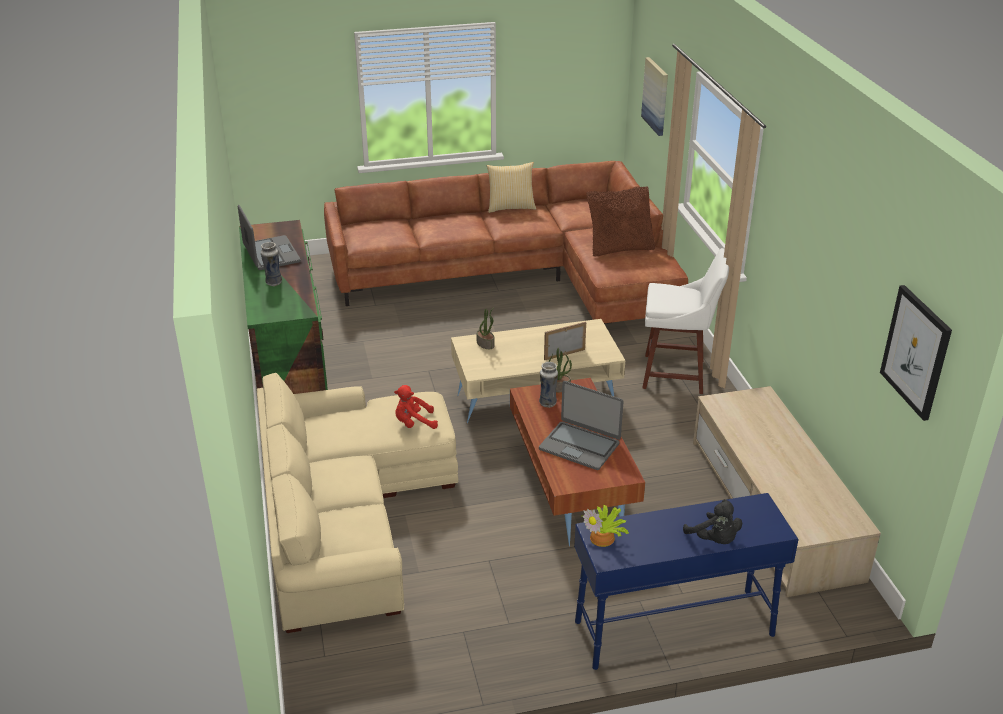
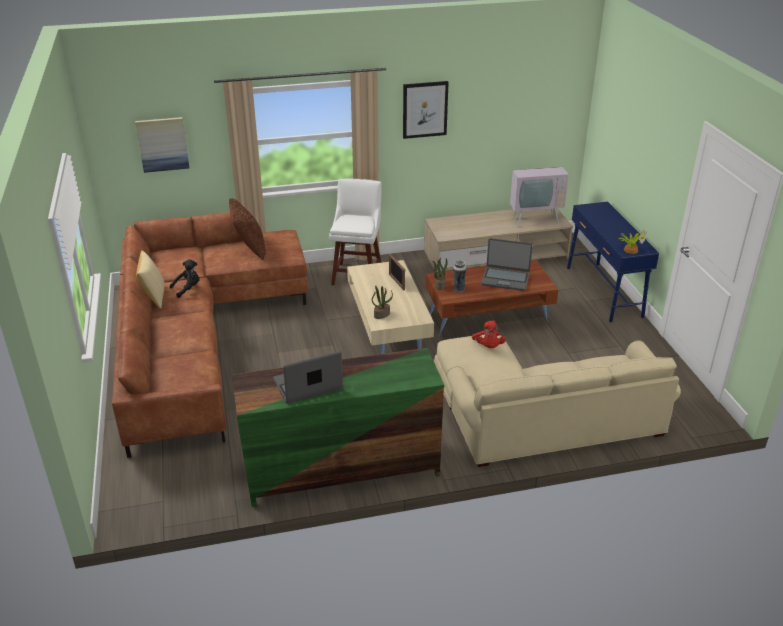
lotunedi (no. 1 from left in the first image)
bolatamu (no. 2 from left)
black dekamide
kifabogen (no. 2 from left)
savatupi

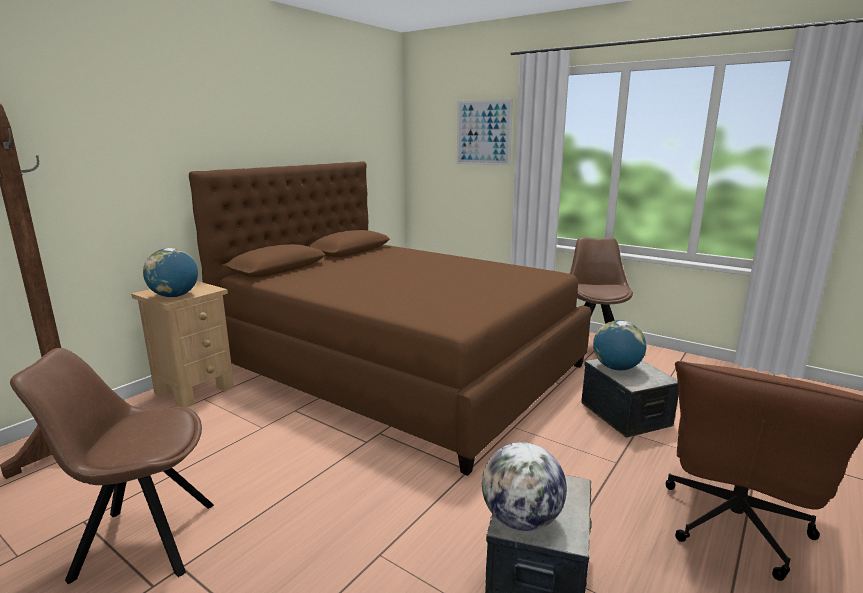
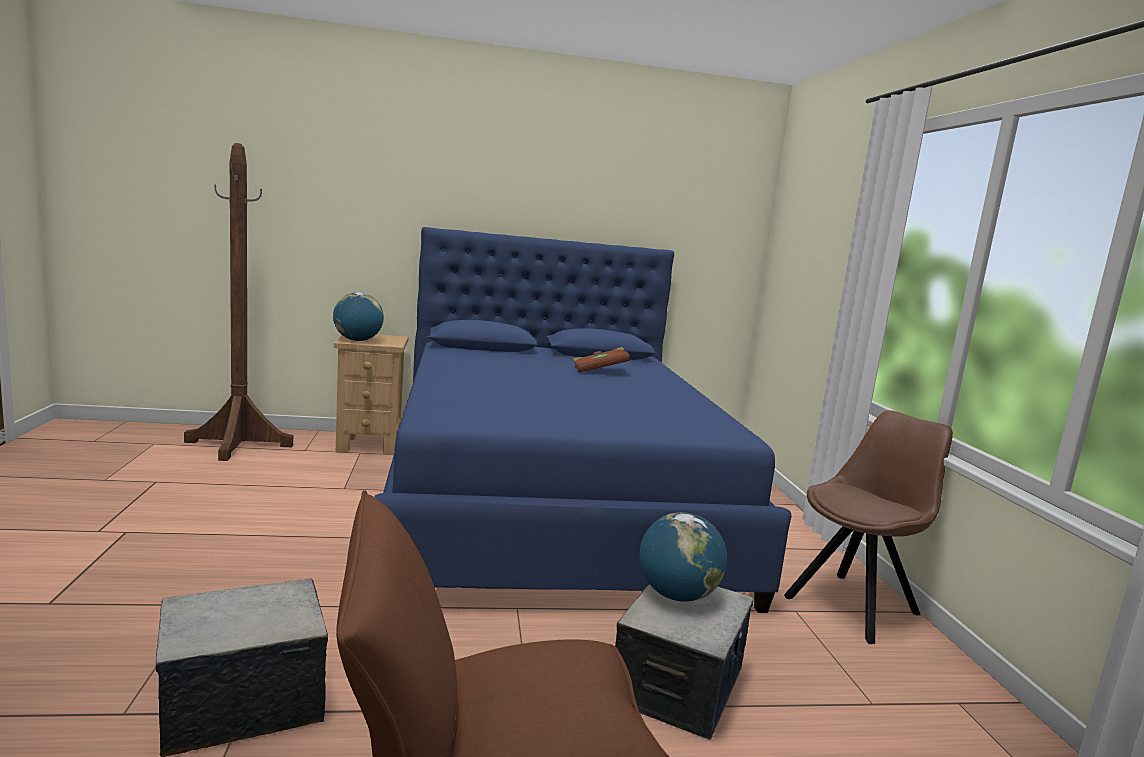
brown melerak (no. 1 from left in the first image)
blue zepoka
kifabogen
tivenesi (no. 2 from left in the first image)
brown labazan

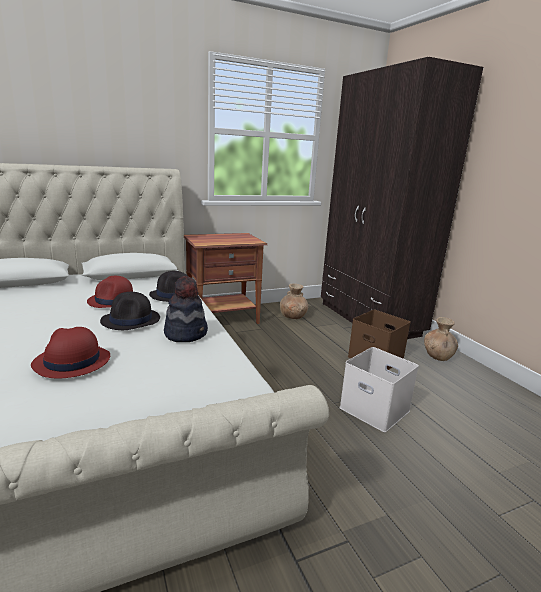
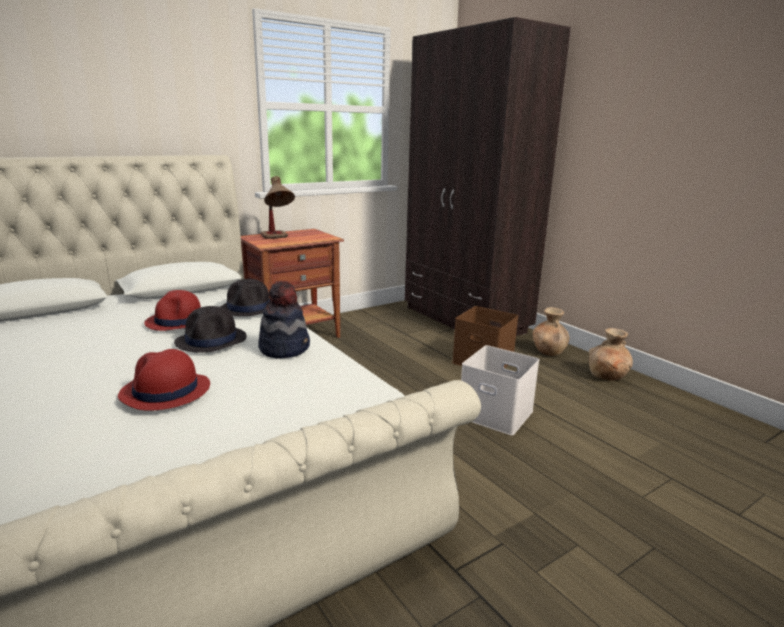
brown lotunedi (no. 2 from left)
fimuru

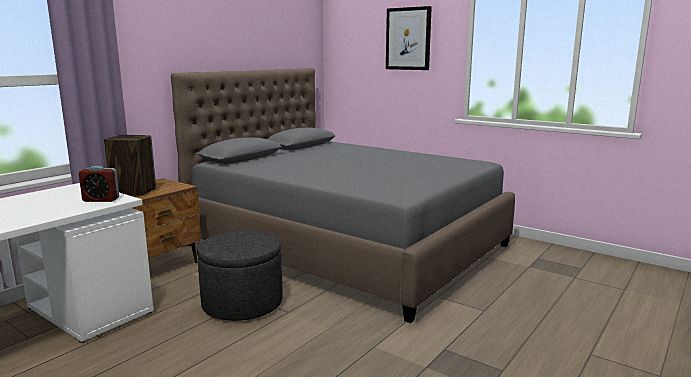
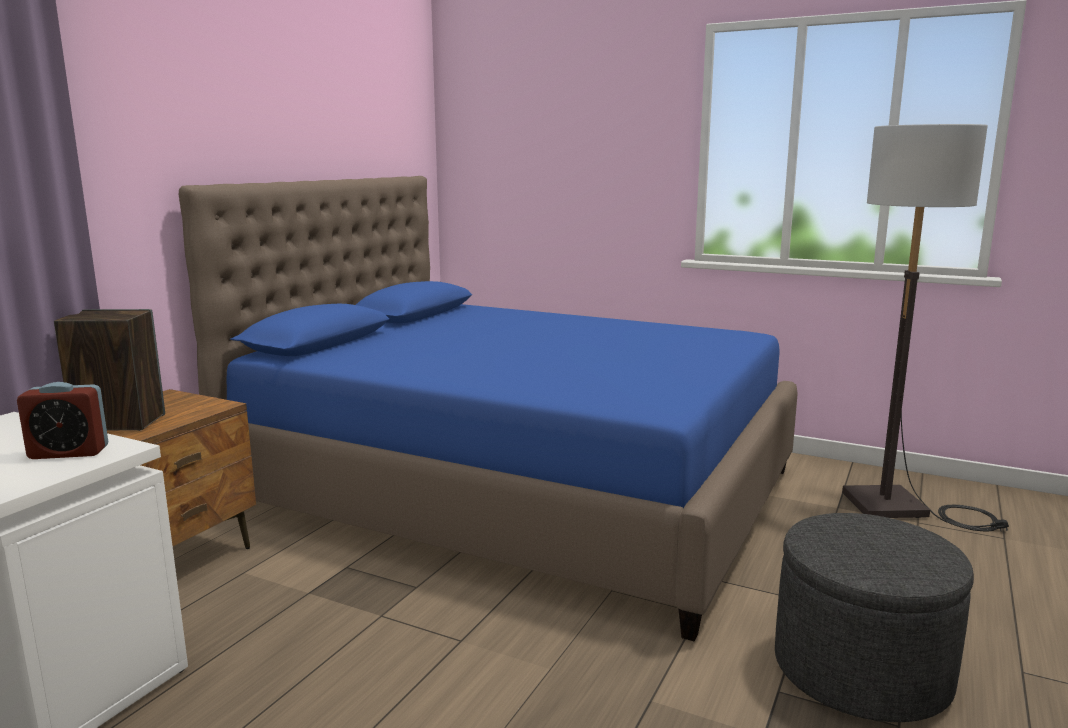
blue zepoka
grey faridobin
kifabogen
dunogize

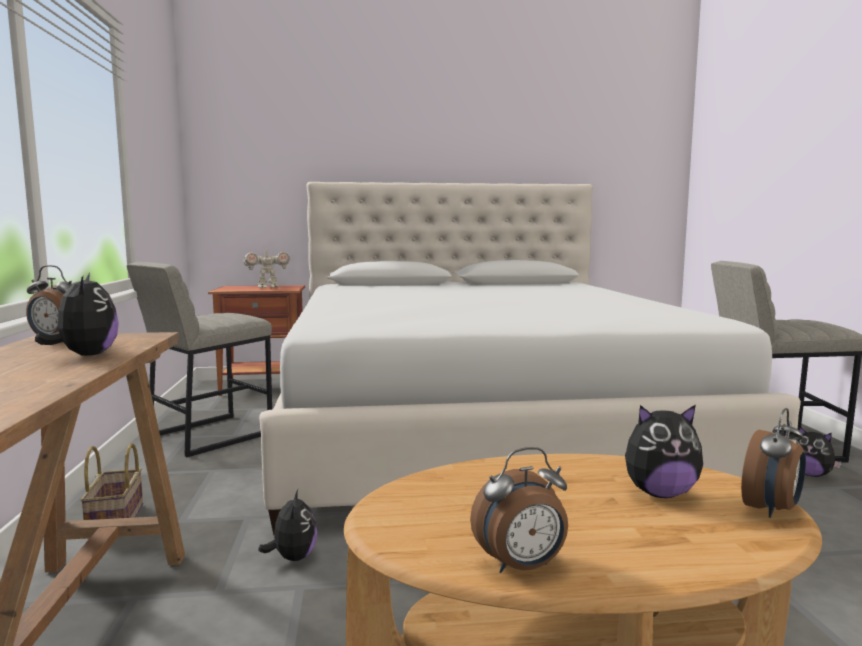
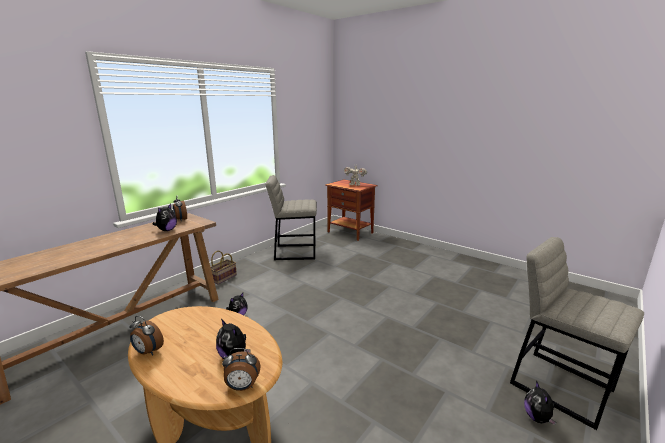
white zepoka

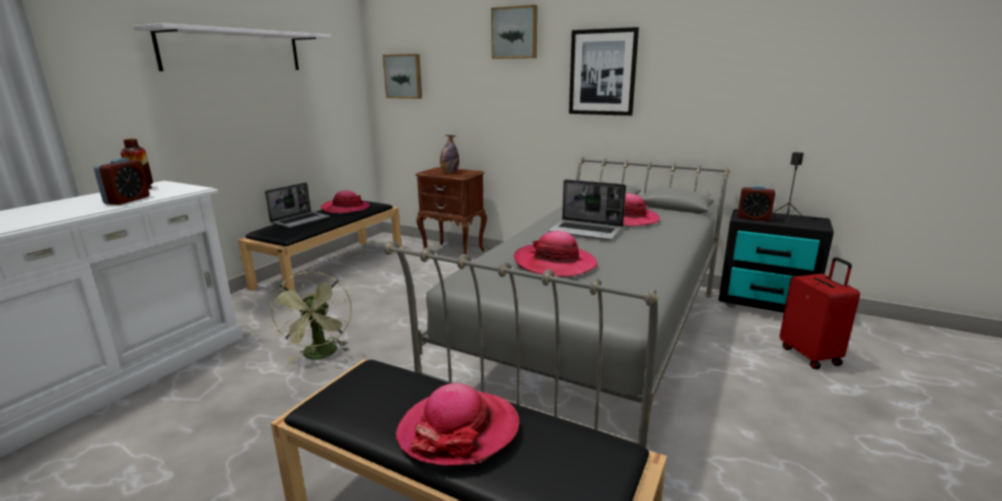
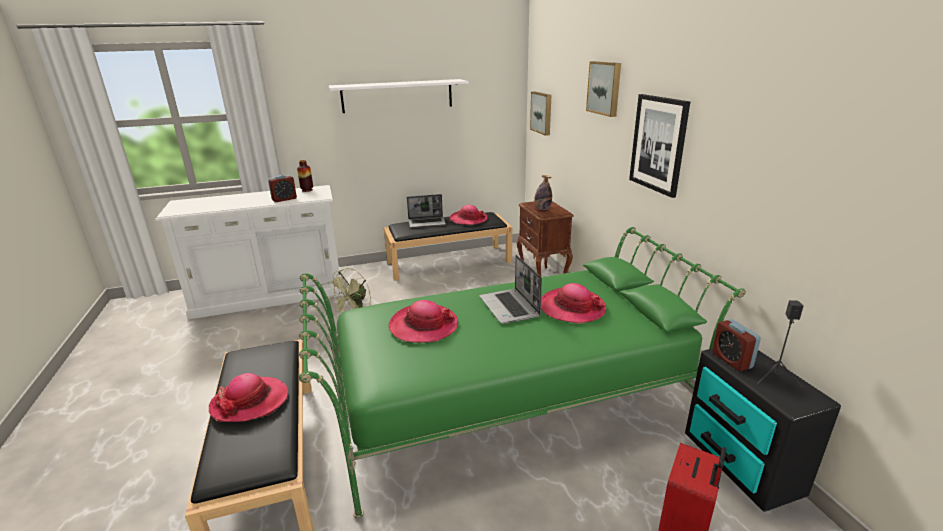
green zepoka

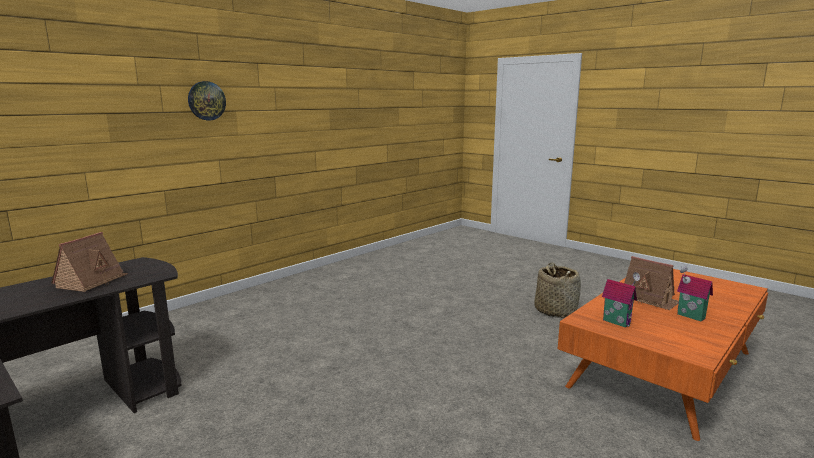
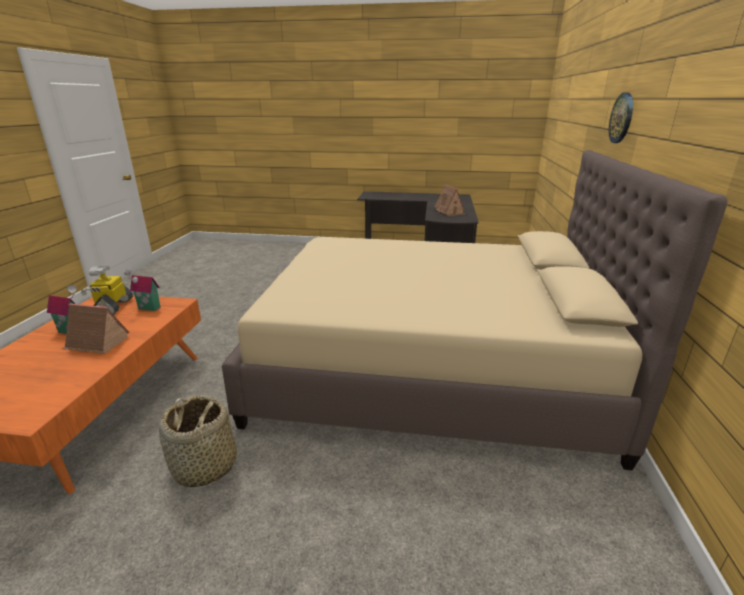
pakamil
beige zepoka

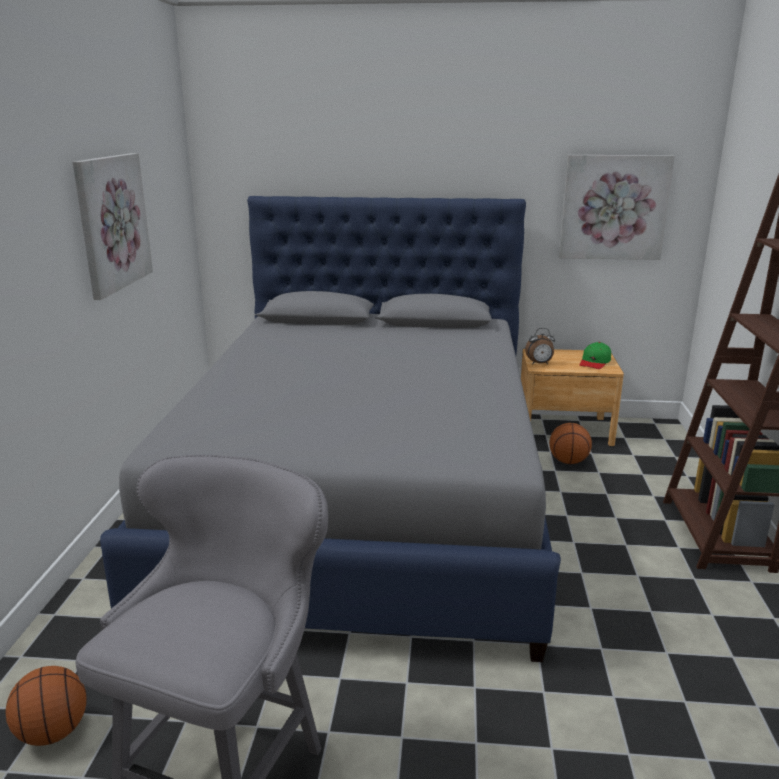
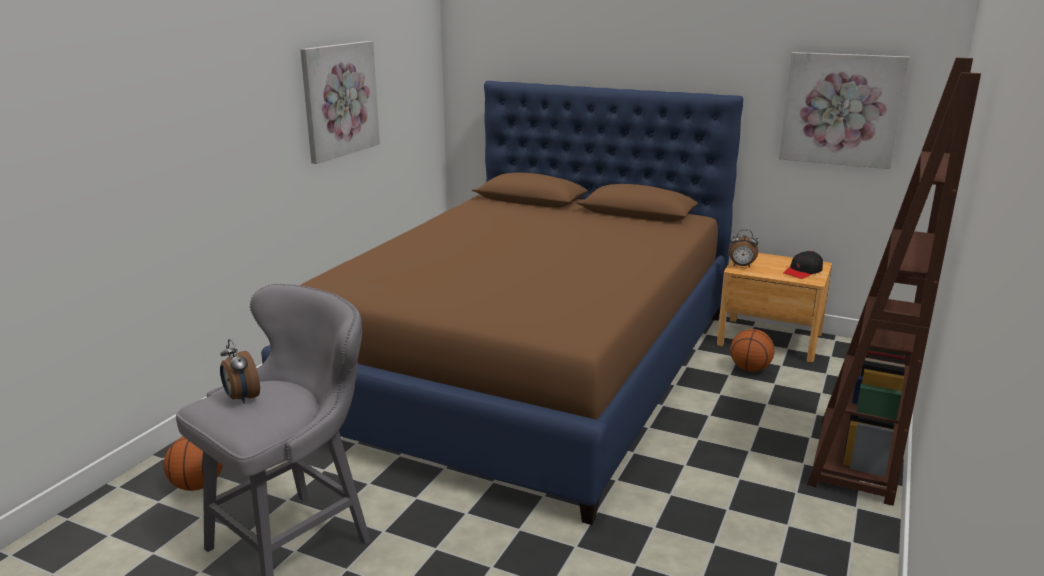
brown zepoka
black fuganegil
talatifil (no. 1 from left)

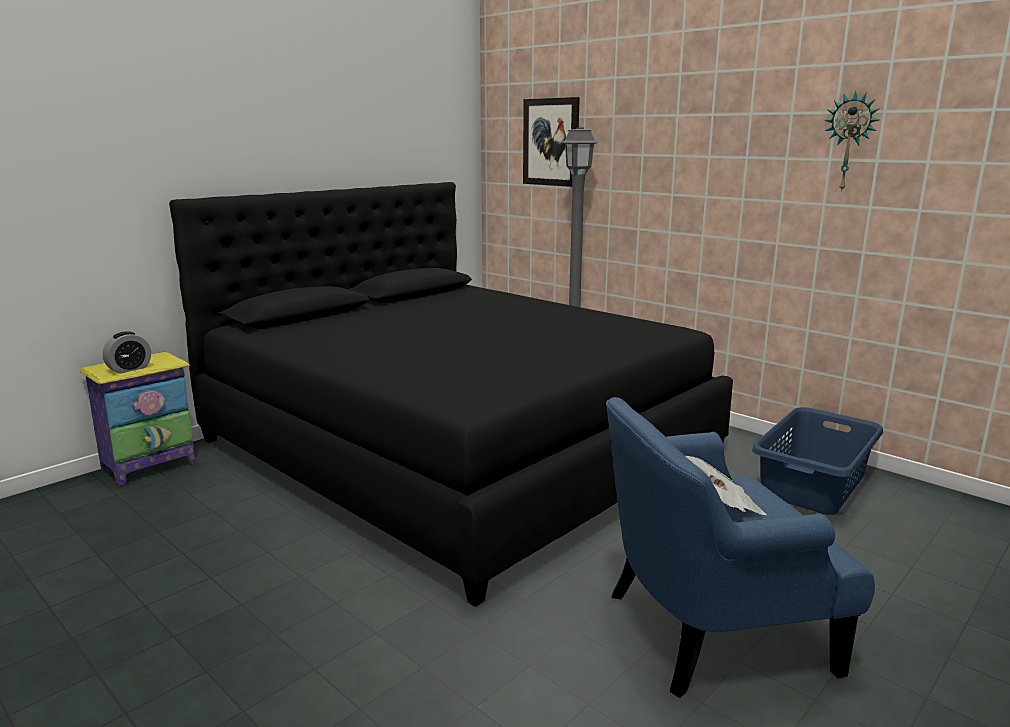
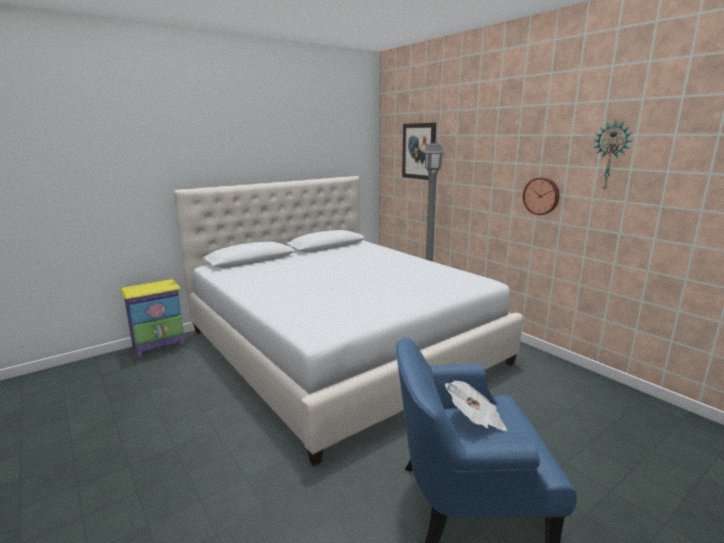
talatifil
white zepoka
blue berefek
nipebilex (no. 1 from left)

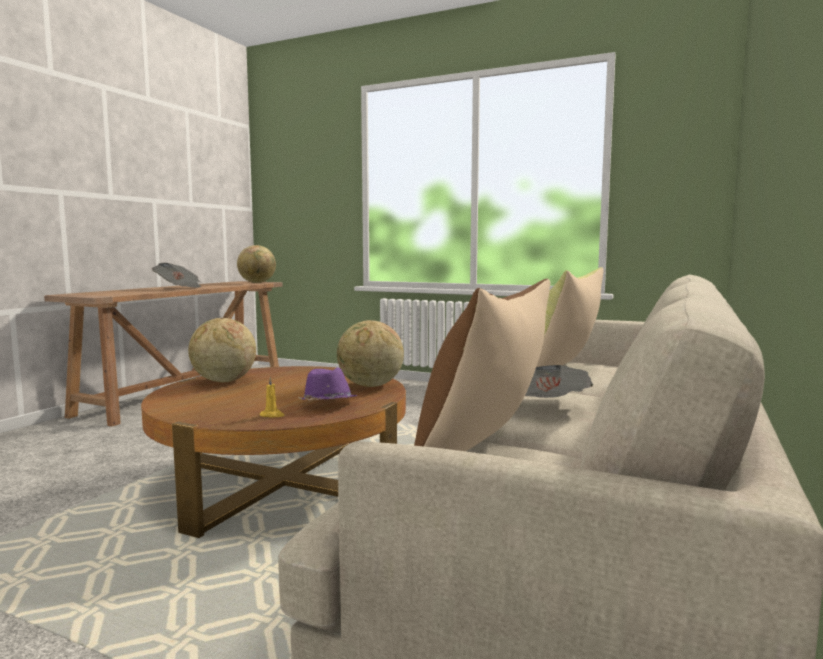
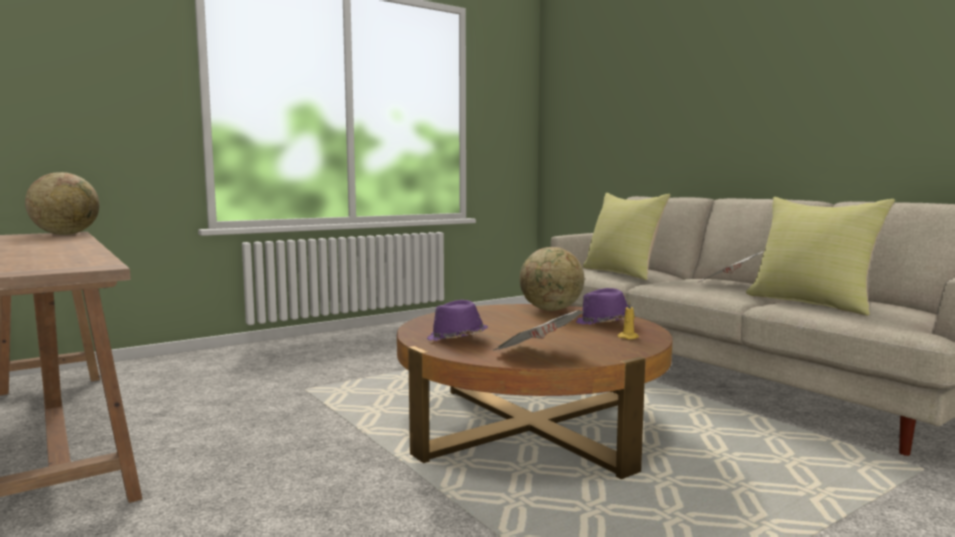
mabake (no. 1 from left)
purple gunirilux (no. 1 from left)
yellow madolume (no. 2 from left)

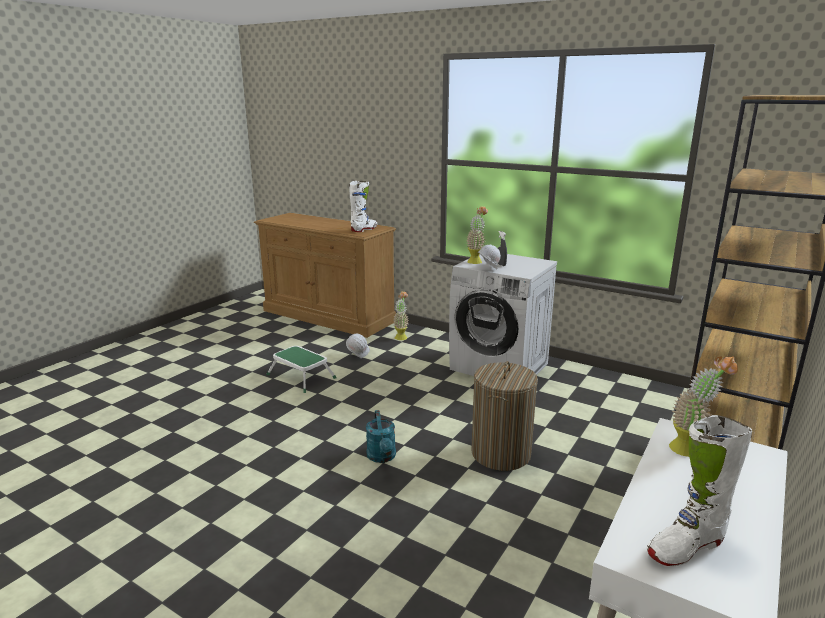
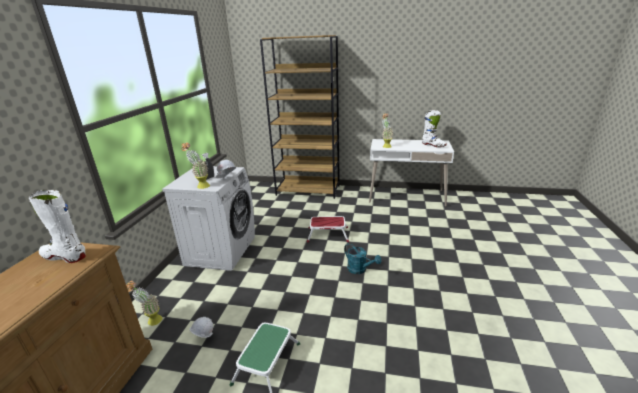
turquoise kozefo
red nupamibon

